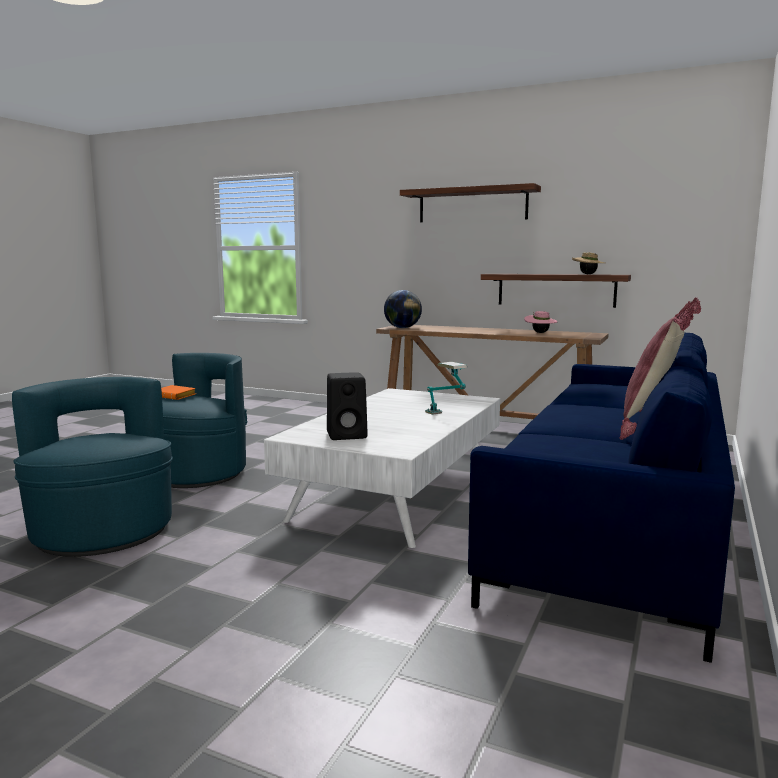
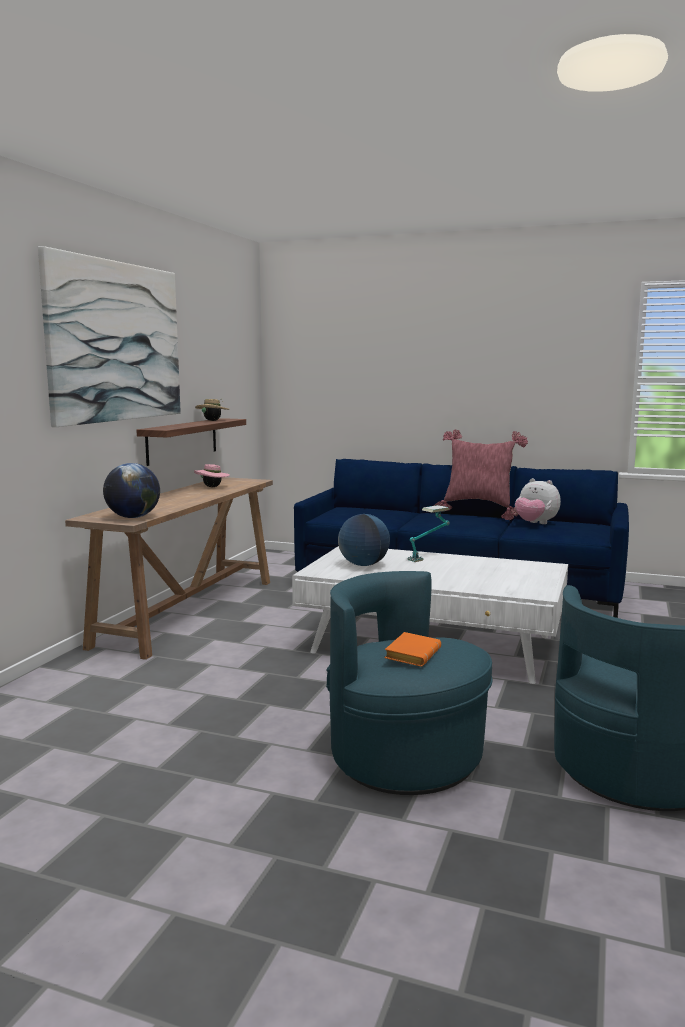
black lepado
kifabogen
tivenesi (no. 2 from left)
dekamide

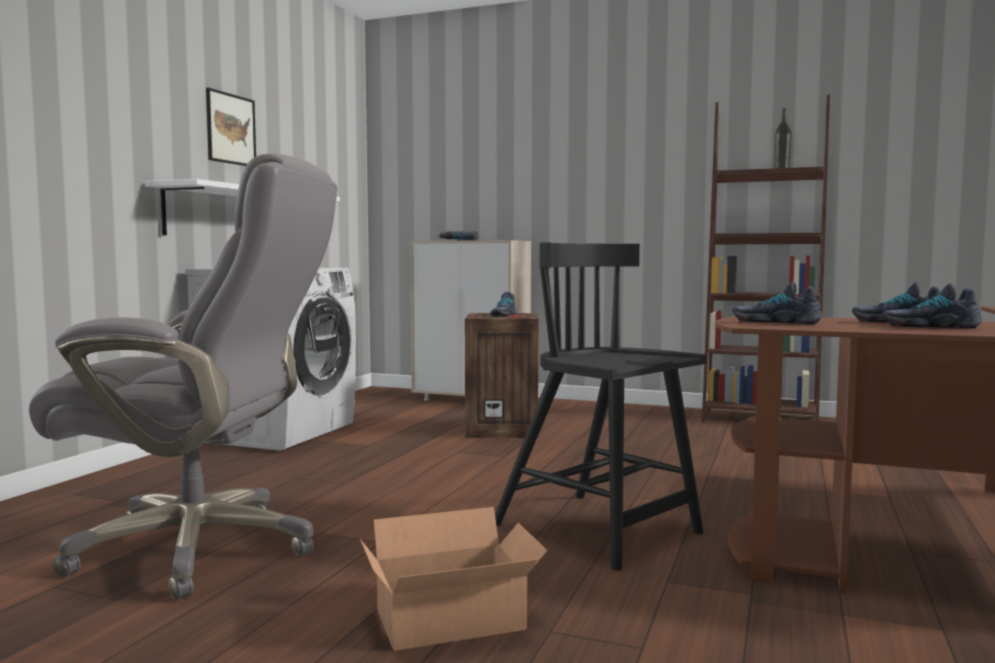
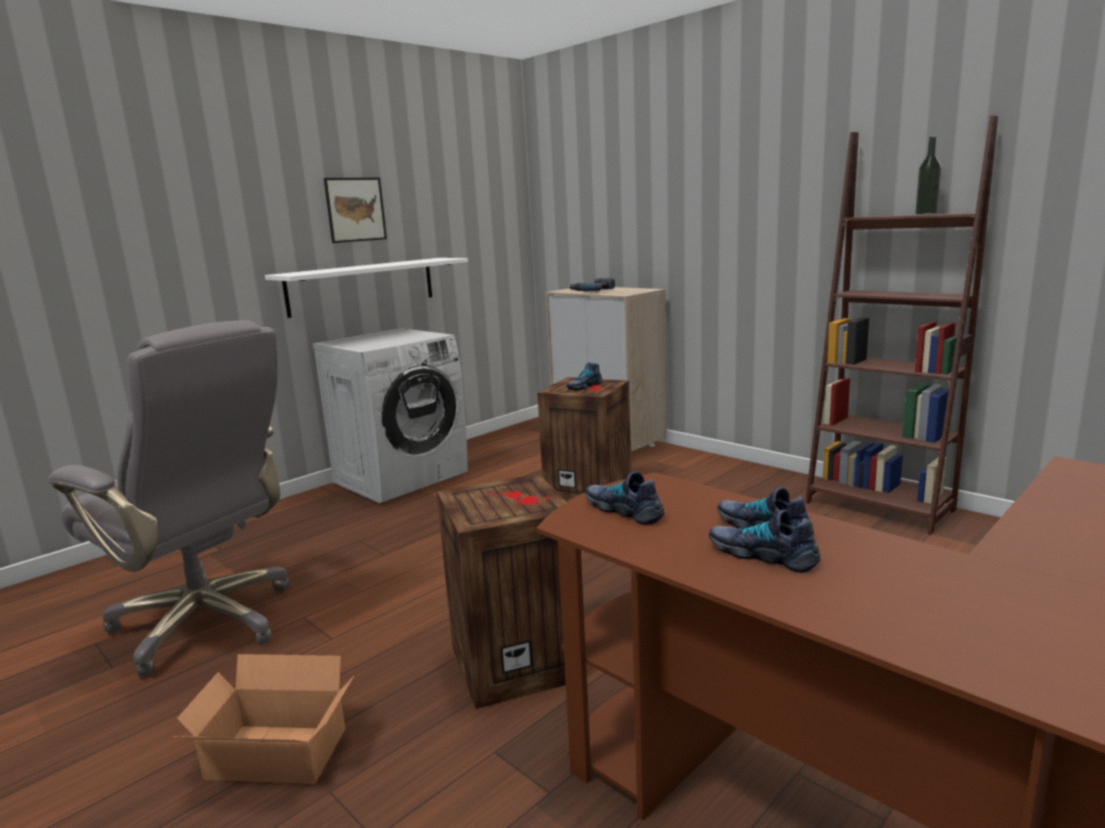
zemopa (no. 1 from left)

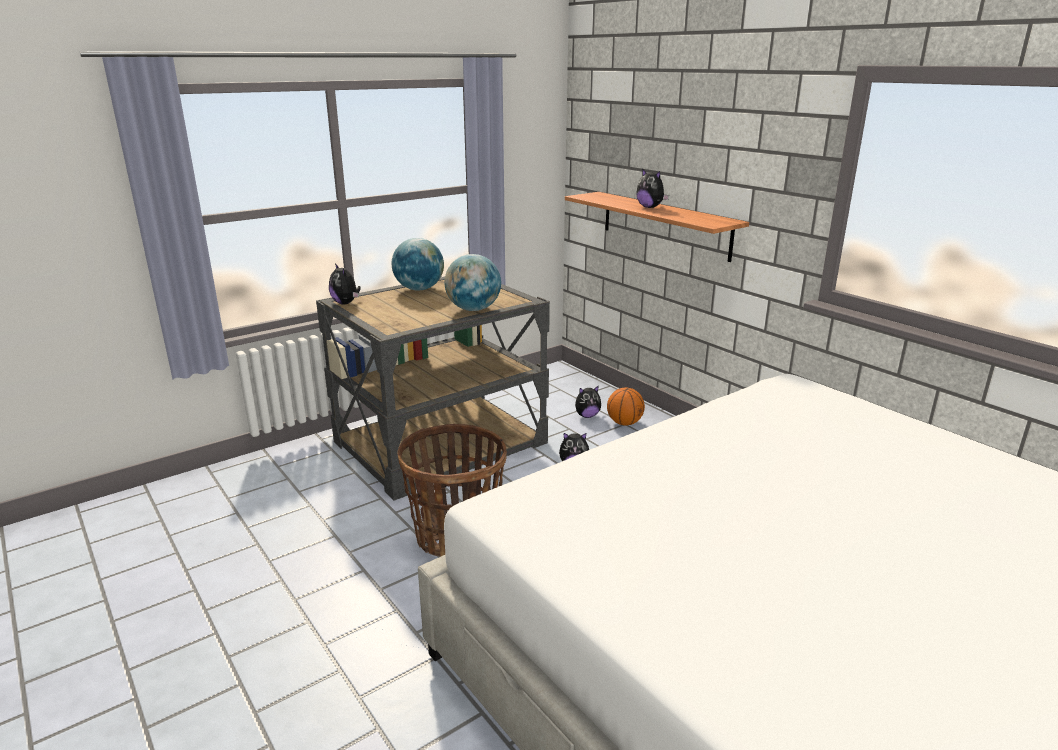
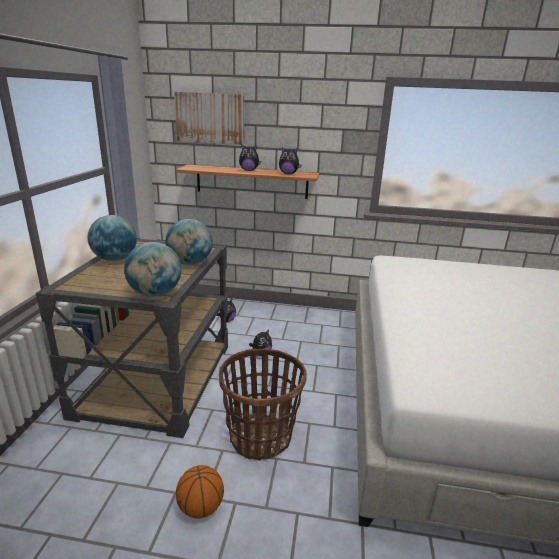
dekamide (no. 4 from left)
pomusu
tivenesi (no. 2 from left)
kifabogen

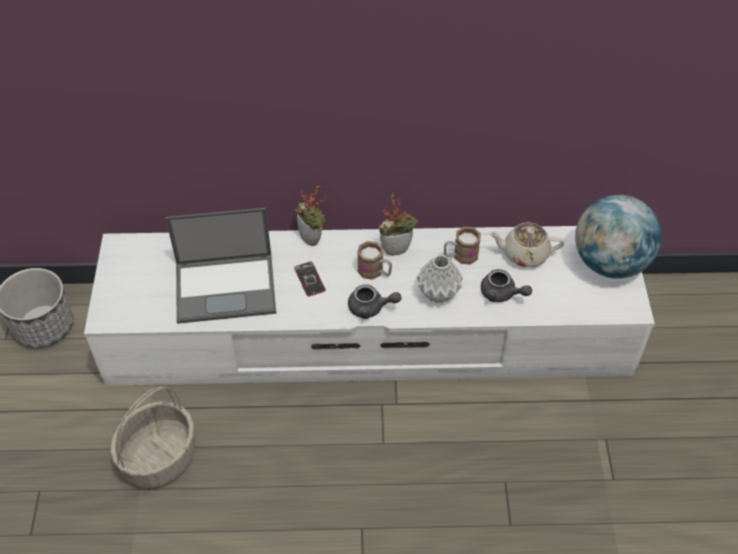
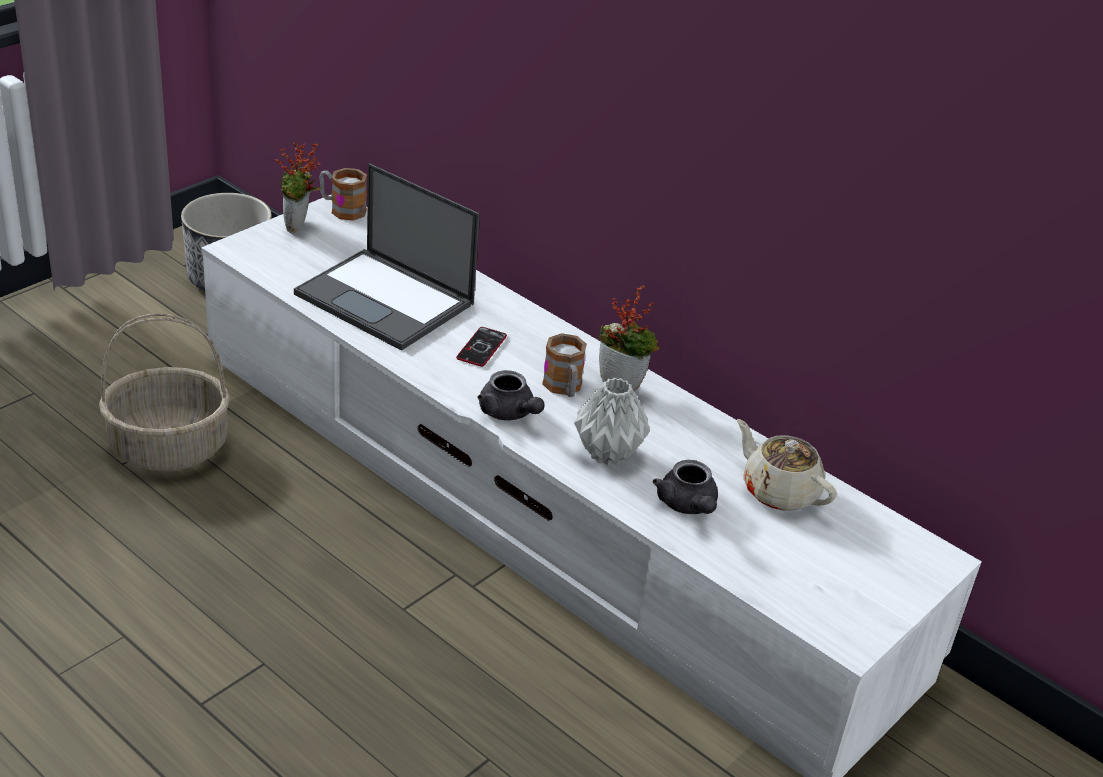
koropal (no. 1 from left)
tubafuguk (no. 1 from left)
tivenesi

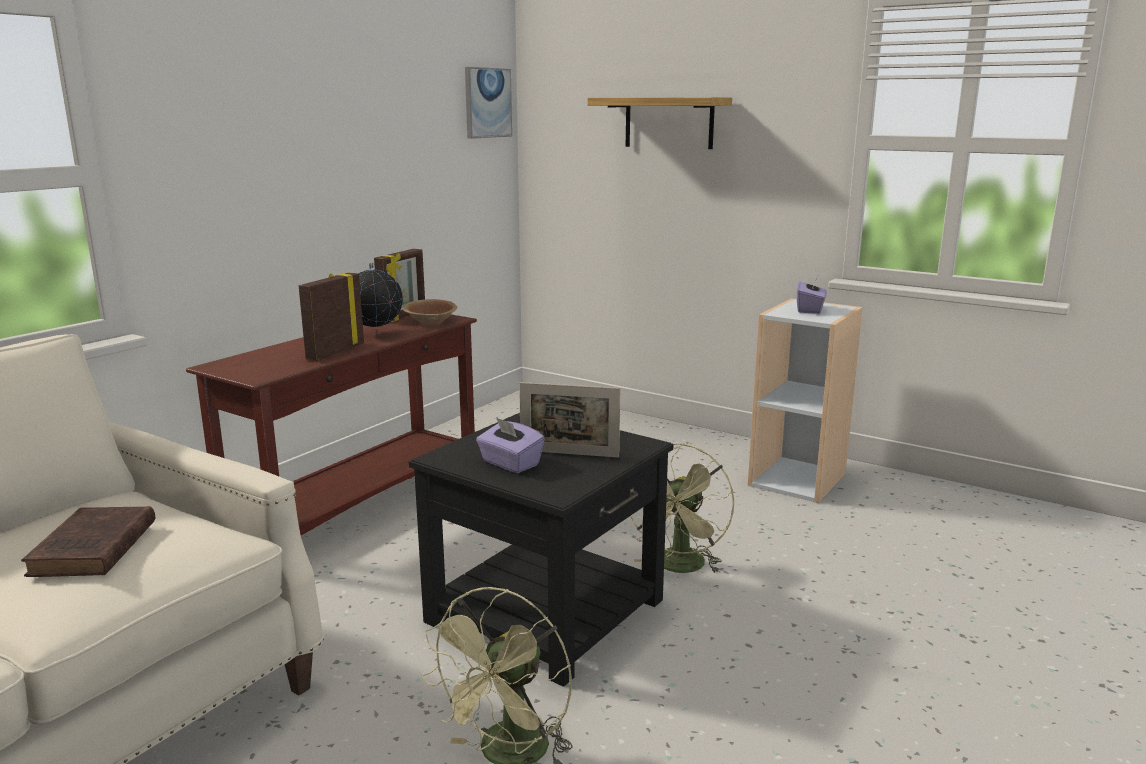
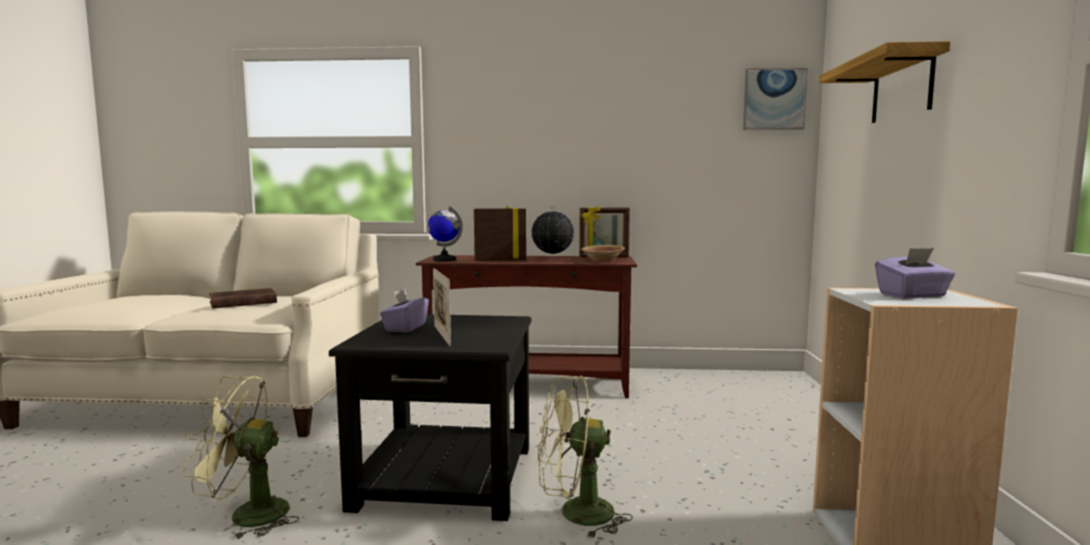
tivenesi (no. 1 from left)

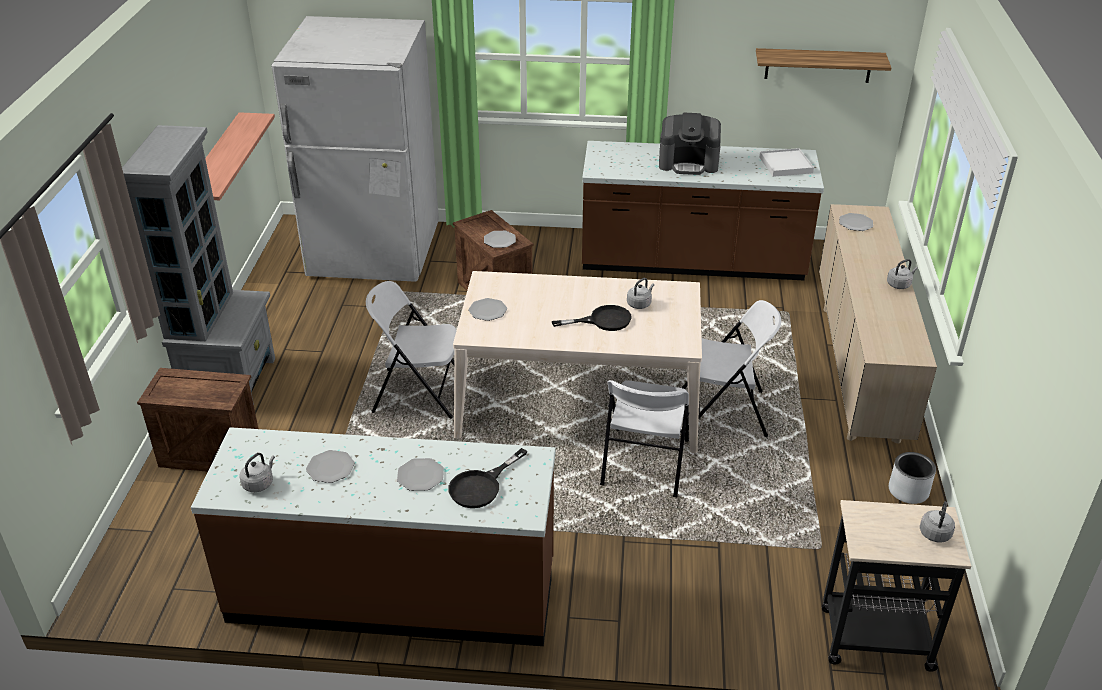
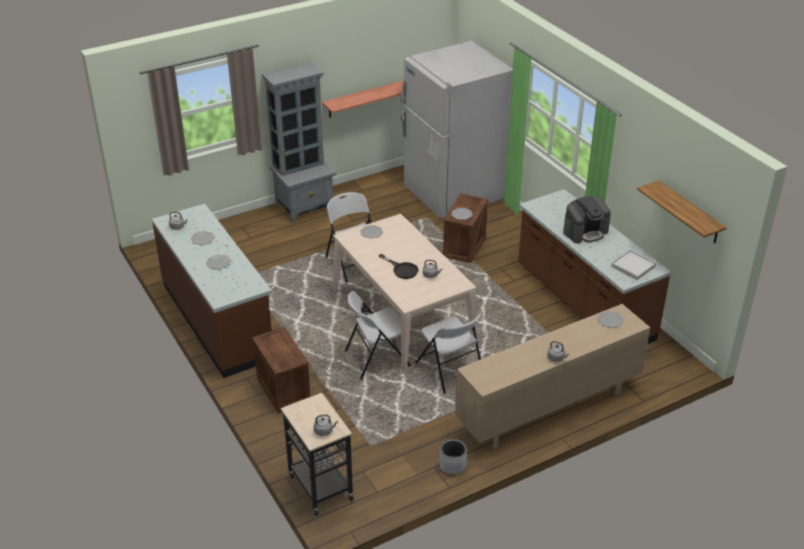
zemopa (no. 1 from left)
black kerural (no. 1 from left in the first image)
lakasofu

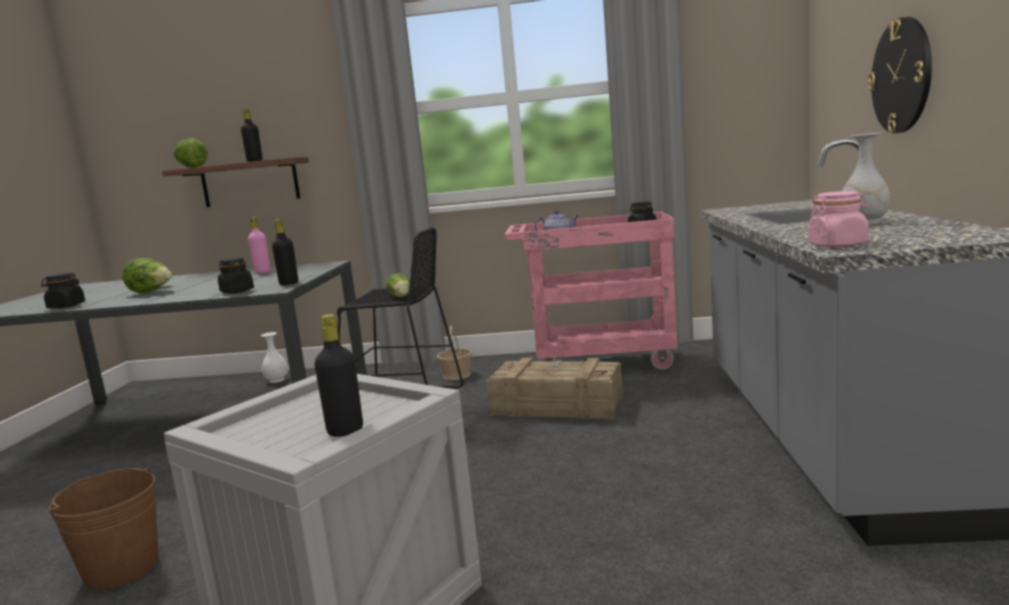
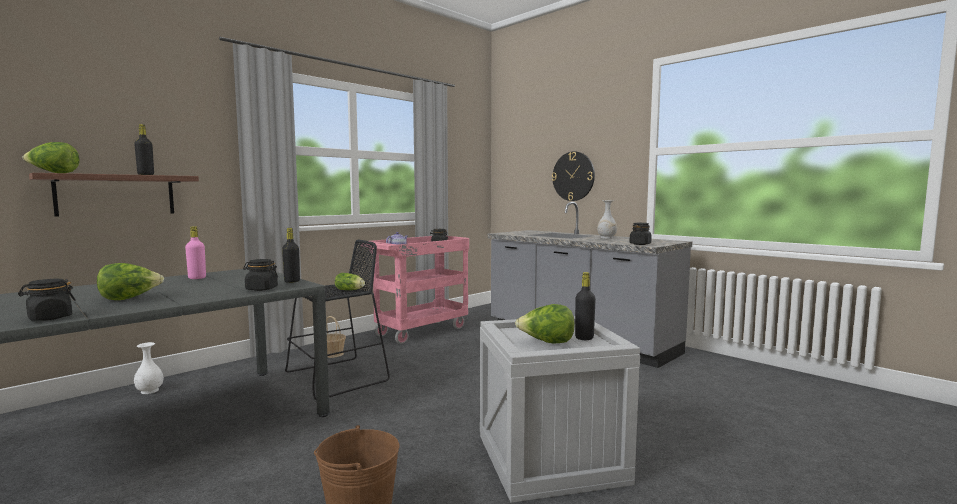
zemopa (no. 2 from left in the first image)
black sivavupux (no. 4 from left)
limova (no. 4 from left)

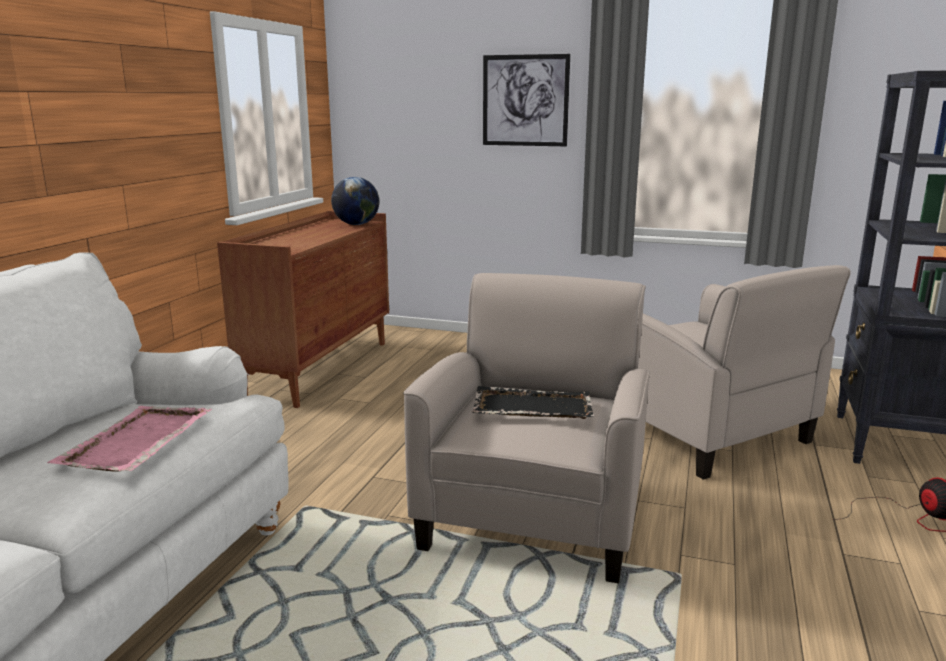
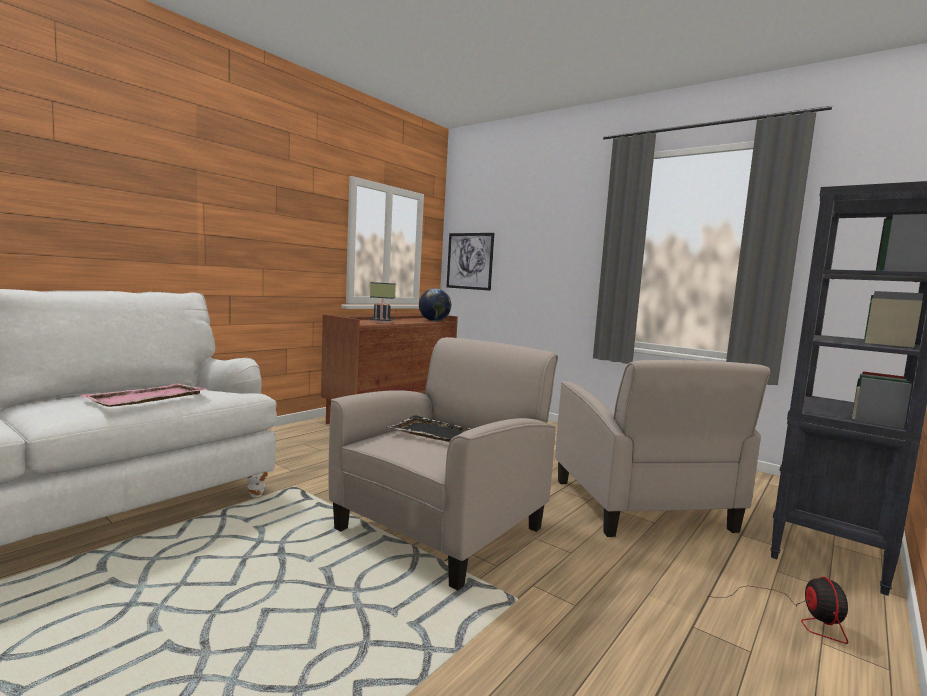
kifabogen
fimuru

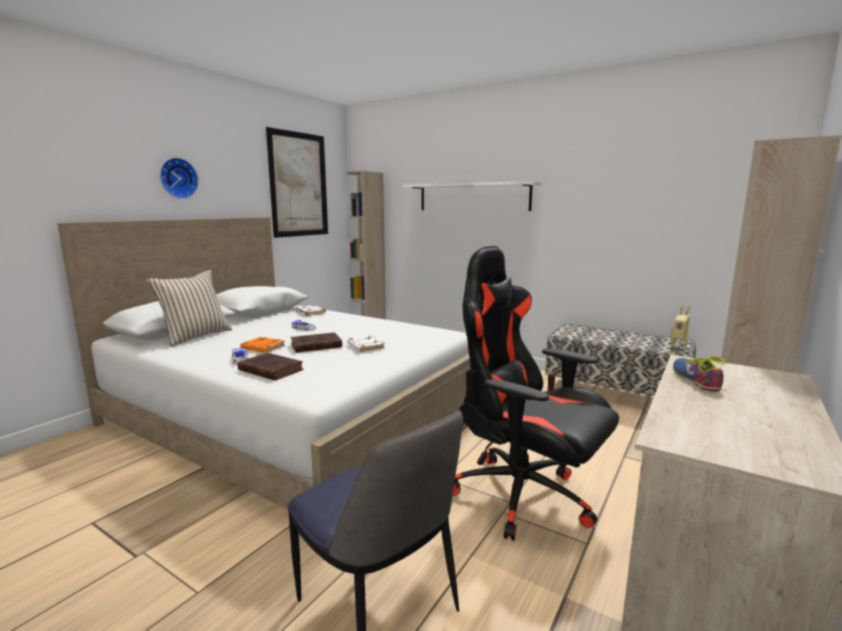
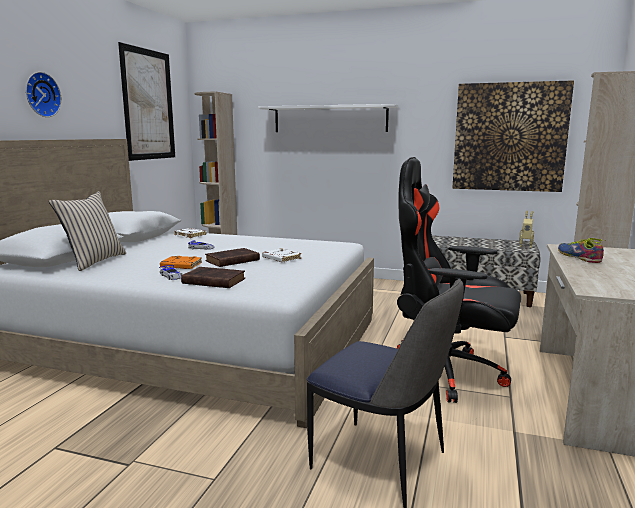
kifabogen (no. 2 from left)

